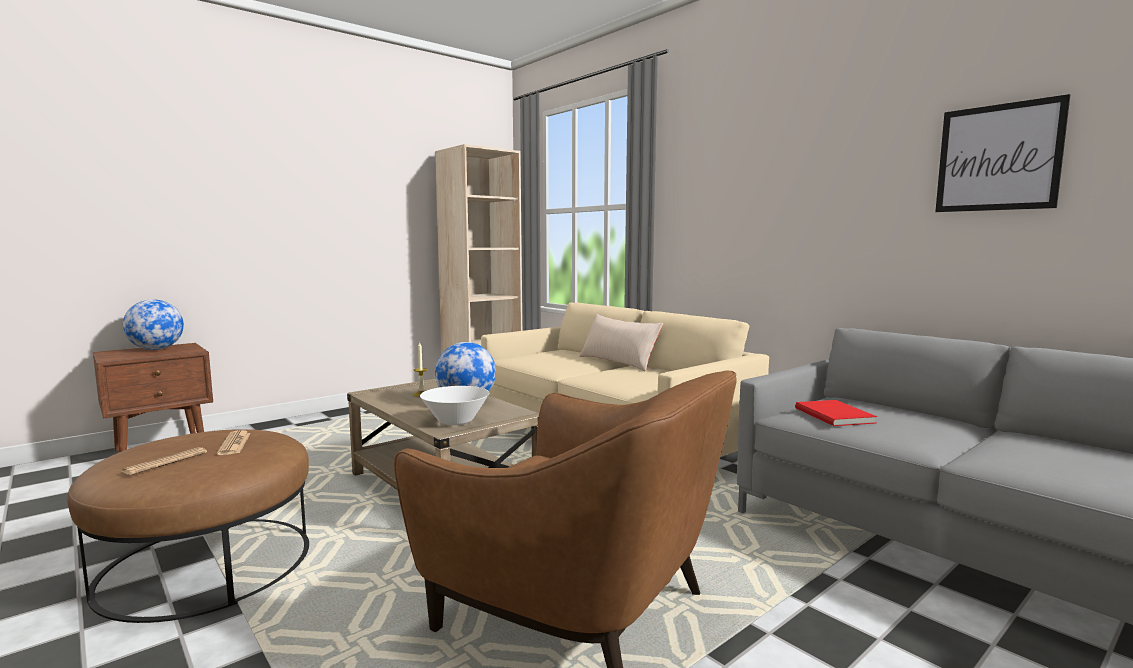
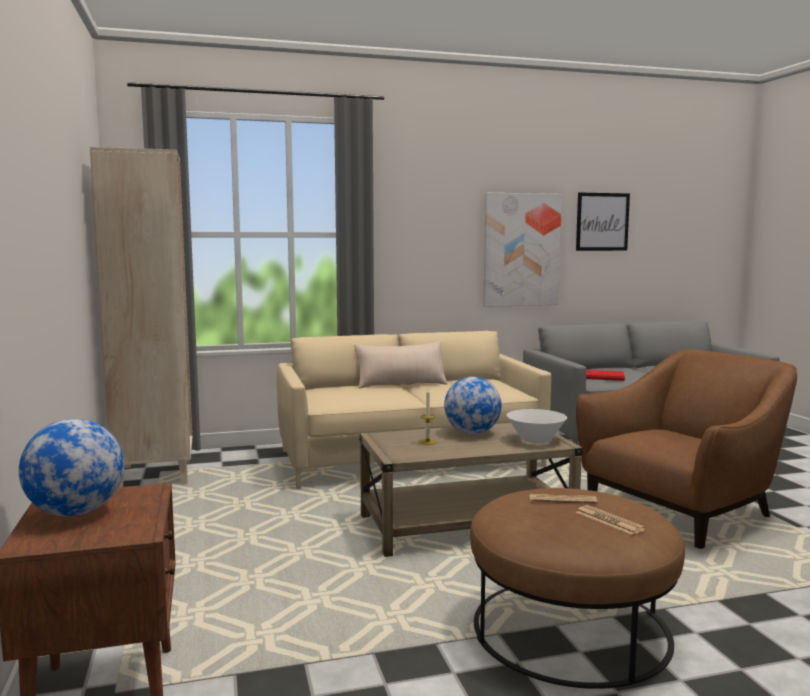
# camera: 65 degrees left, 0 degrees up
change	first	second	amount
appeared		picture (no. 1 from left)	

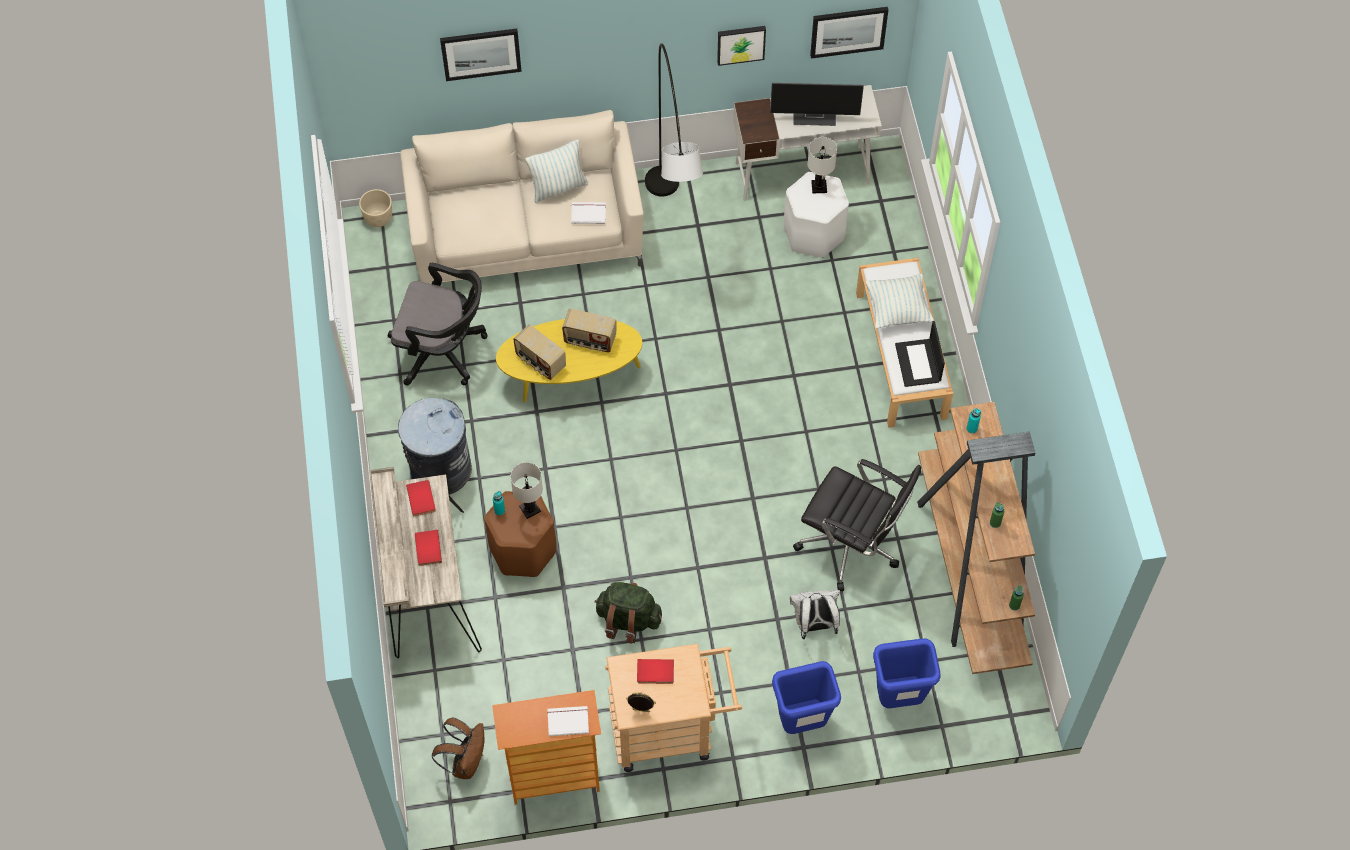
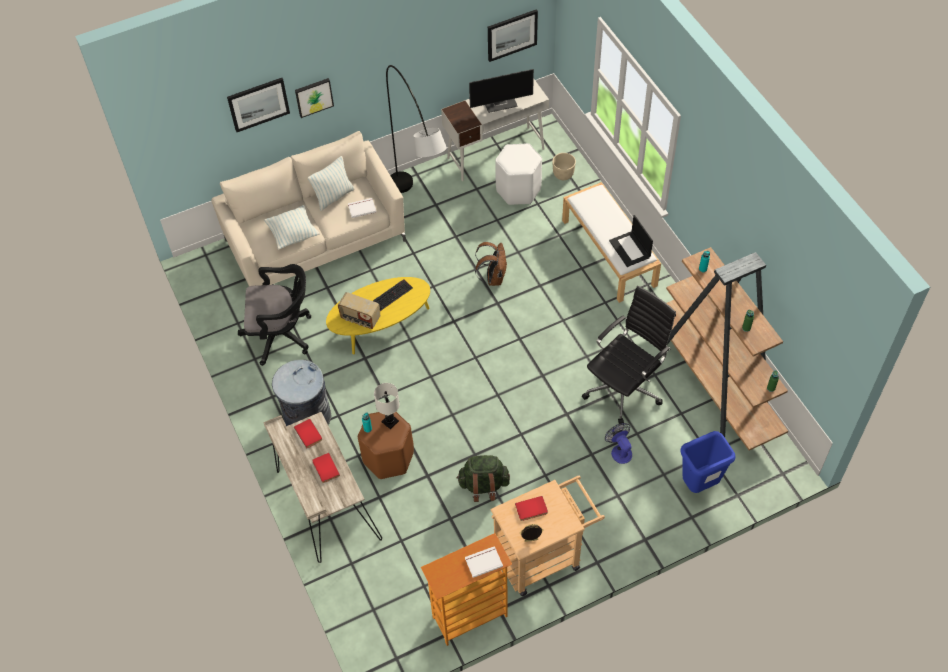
# camera: 15 degrees left, 5 degrees down
change	first	second	amount
missing	trash can/bluish (no. 1 from left)		
missing	table lamp/white (no. 2 from left)		
relocated	flower pot/beige		
relocated	rucksack/brown		
relocated	picture (no. 2 from left)		
relocated	cushion (no. 2 from left in the first image)	cushion (no. 1 from left)	
exchanged	radio (no. 2 from left)	keyboard	
exchanged	rucksack/white	electric fan	
spun	desk chair/black (no. 2 from left)		60 degrees counterclockwise

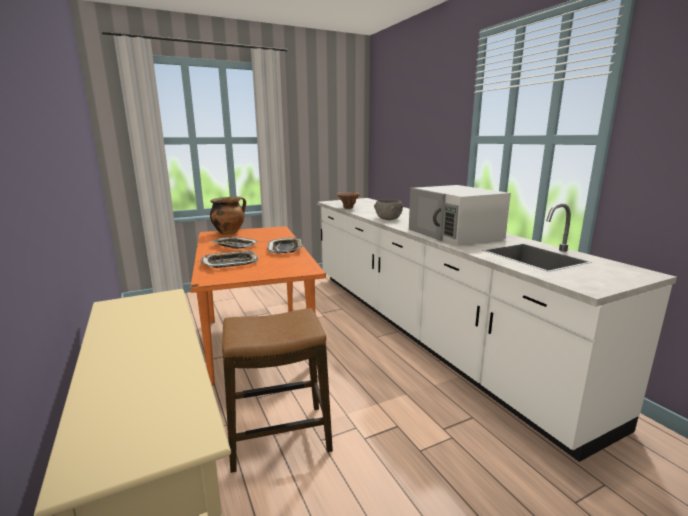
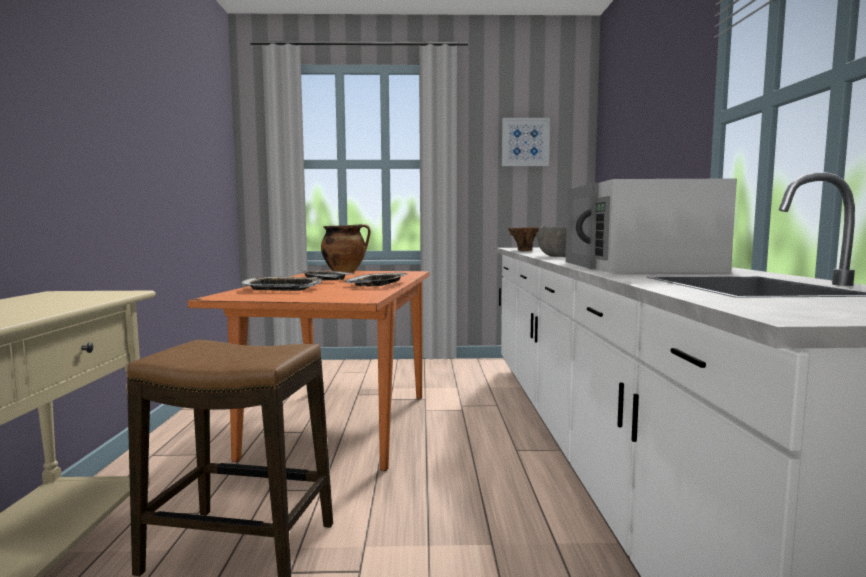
# camera: 25 degrees right, 10 degrees down
change	first	second	amount
appeared		picture	

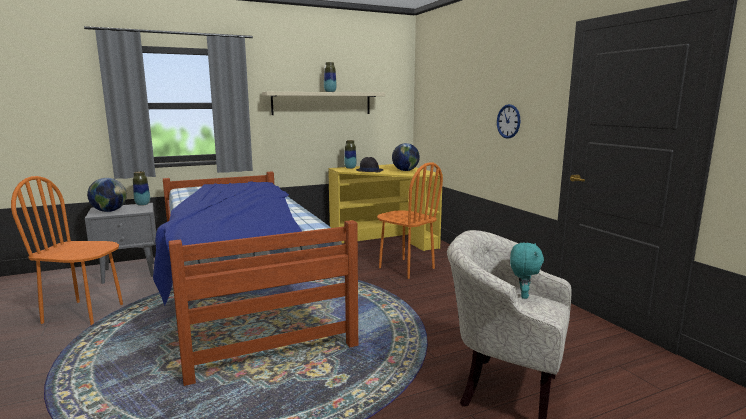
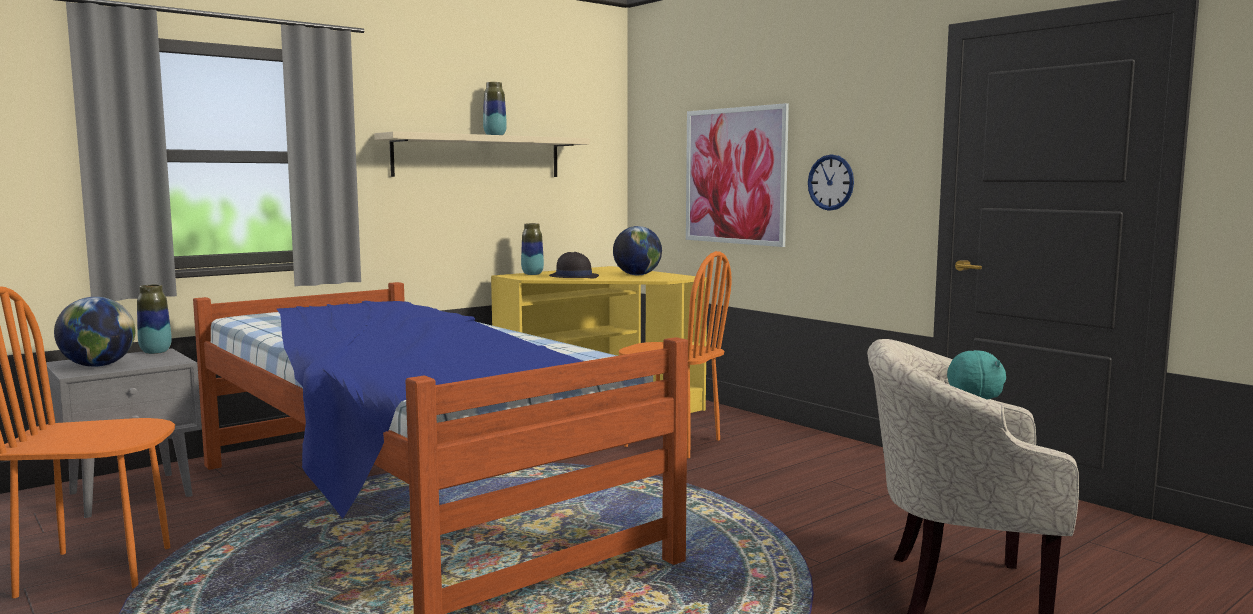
# camera: 15 degrees left, 5 degrees down
change	first	second	amount
appeared		picture	

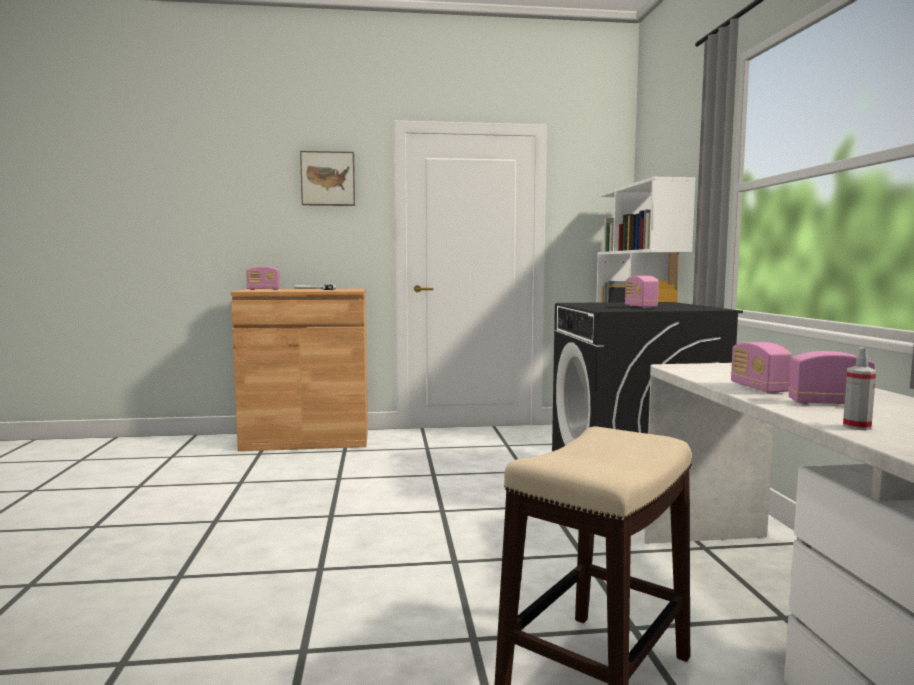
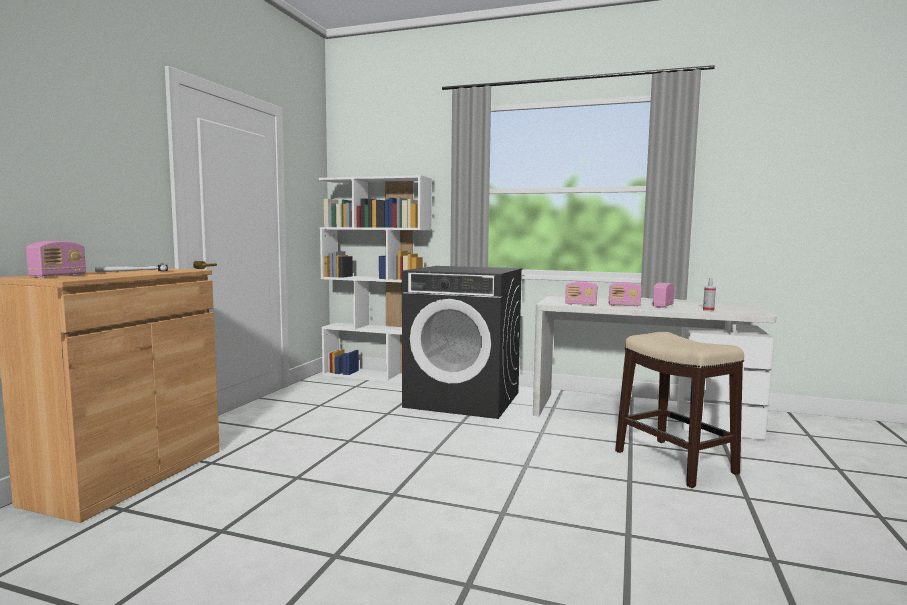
# camera: 65 degrees left, 0 degrees up
change	first	second	amount
missing	picture		
relocated	radio (no. 2 from left)		

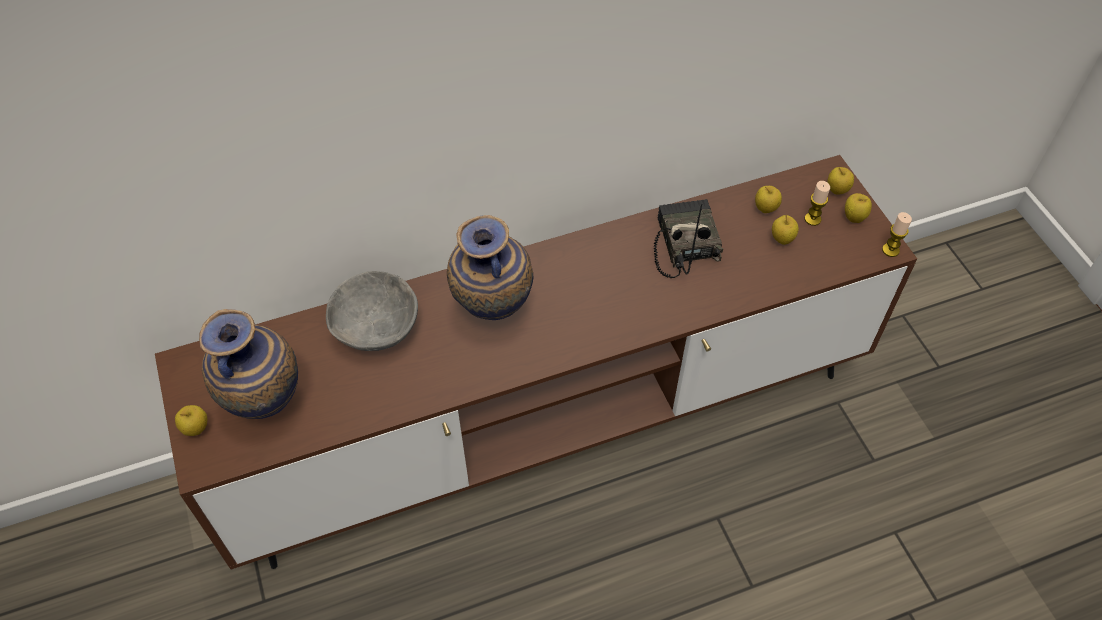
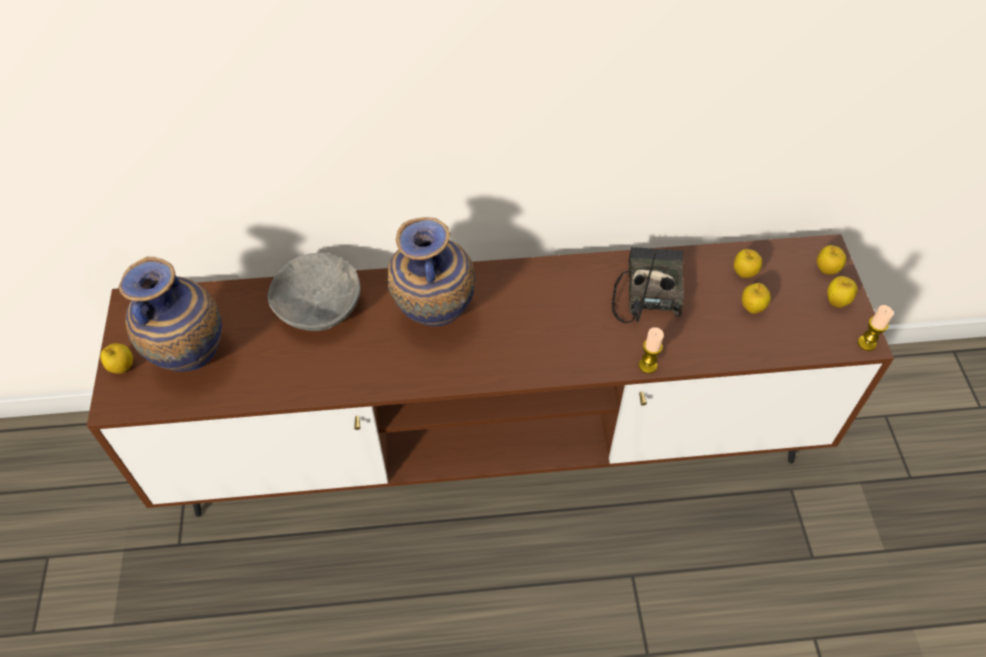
# camera: 15 degrees right, 0 degrees up
change	first	second	amount
relocated	candle (no. 1 from left)		

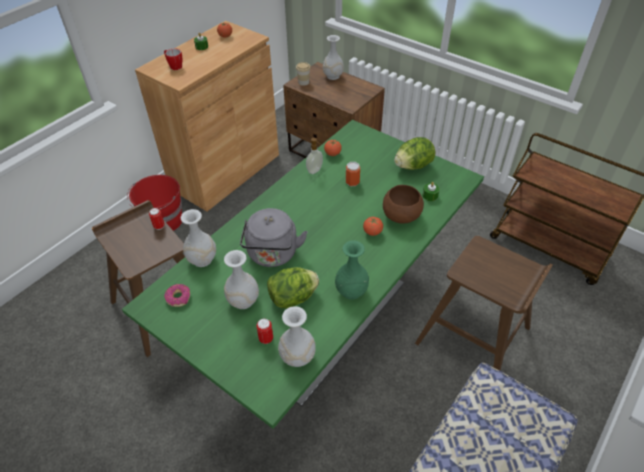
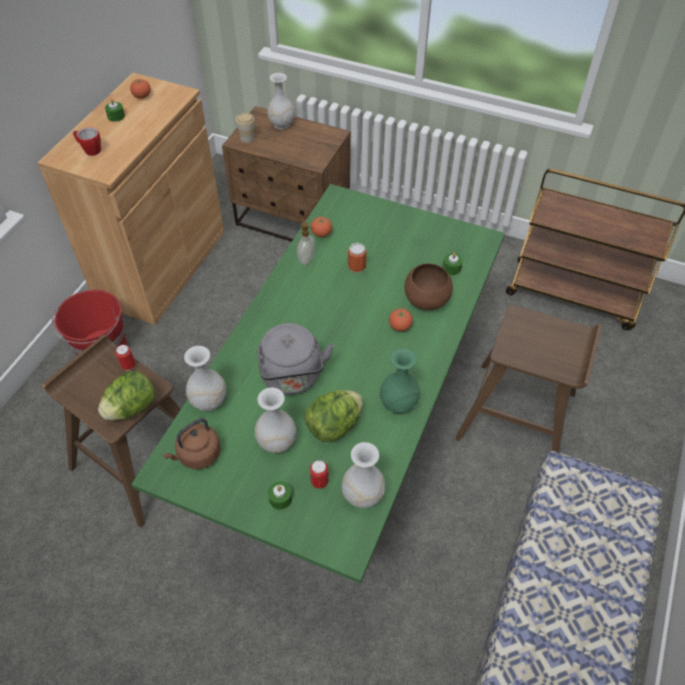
# camera: 15 degrees left, 5 degrees up
change	first	second	amount
appeared		candle/greenish (no. 2 from left)	
relocated	head of lettuce (no. 2 from left in the first image)	head of lettuce (no. 1 from left)	
exchanged	doughnut	tea kettle/brown	

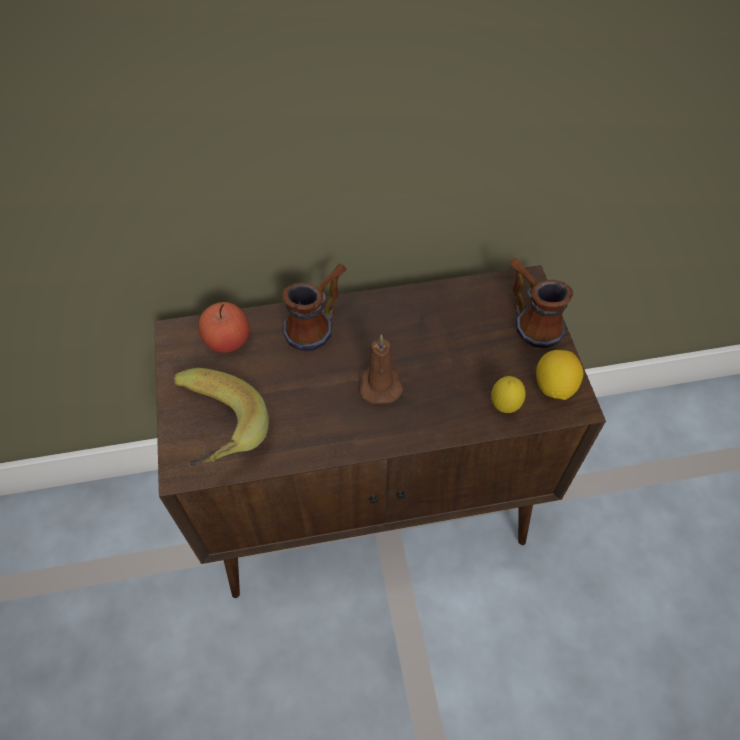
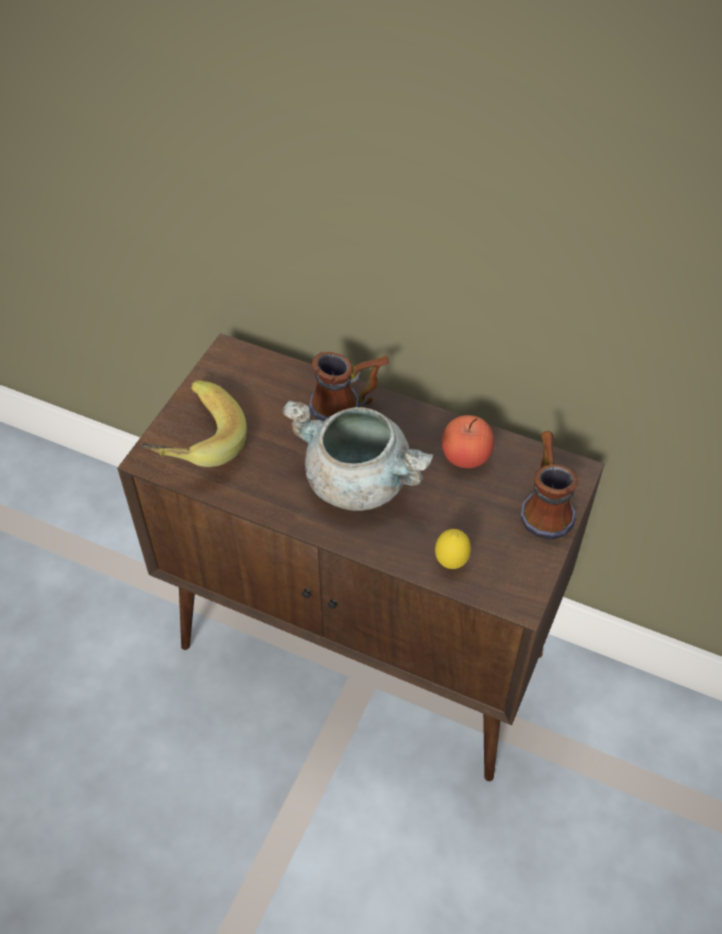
# camera: 35 degrees right, 5 degrees down
change	first	second	amount
missing	whole lemon (no. 2 from left)		
relocated	whole apple		
exchanged	candle/brown	stockpot/greyish	

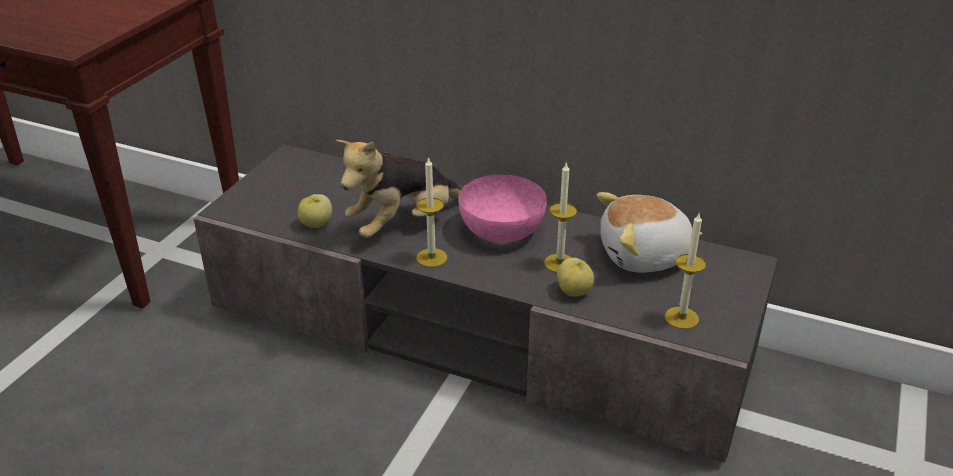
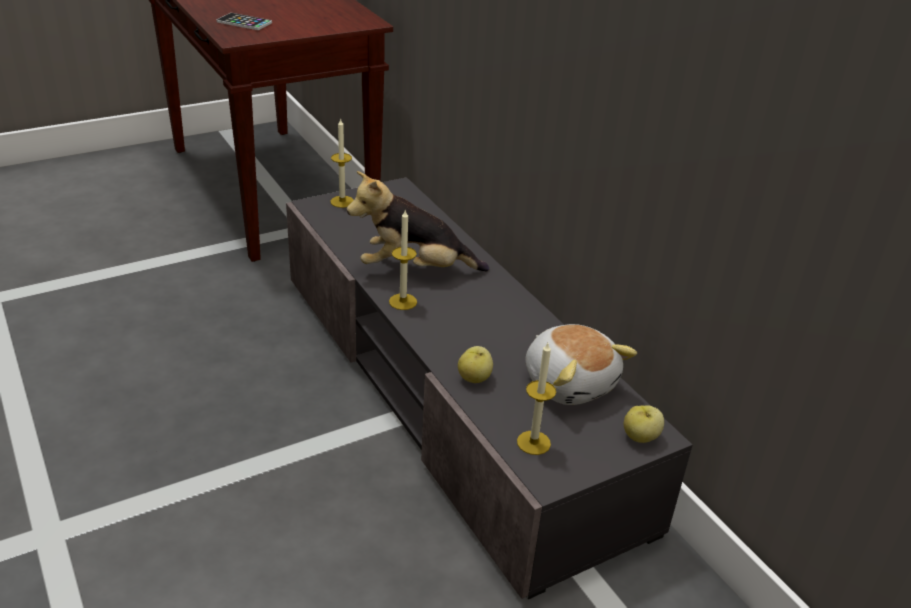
# camera: 35 degrees right, 0 degrees up
change	first	second	amount
missing	deep dish/pink-coloured		
appeared		handset	
relocated	whole apple (no. 1 from left in the first image)	whole apple (no. 2 from left)	
relocated	candle (no. 2 from left in the first image)	candle (no. 1 from left)	
spun	plush toy (no. 2 from left)		150 degrees counterclockwise

